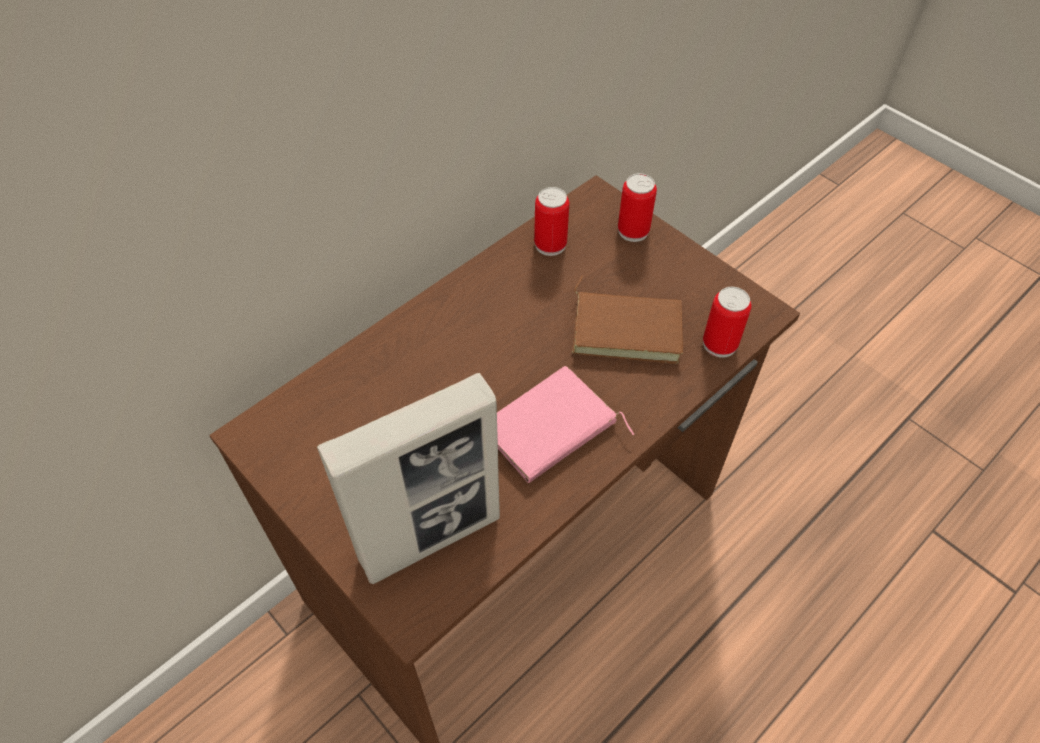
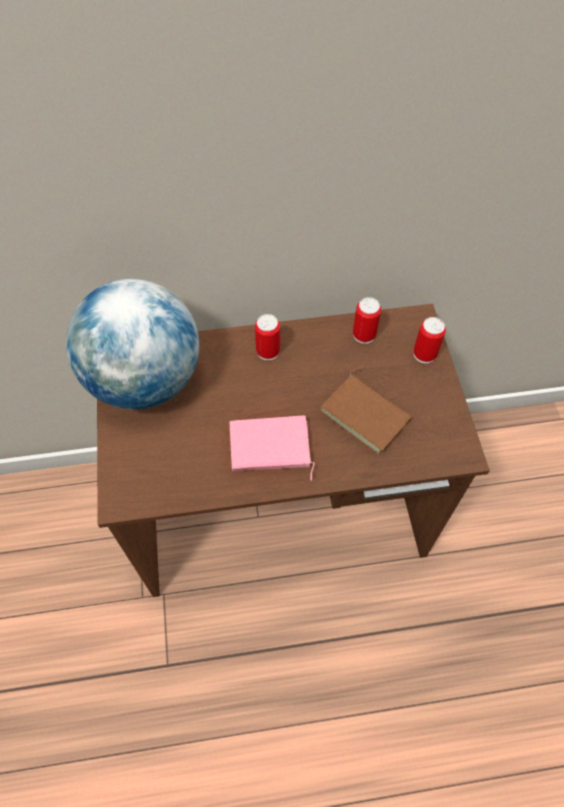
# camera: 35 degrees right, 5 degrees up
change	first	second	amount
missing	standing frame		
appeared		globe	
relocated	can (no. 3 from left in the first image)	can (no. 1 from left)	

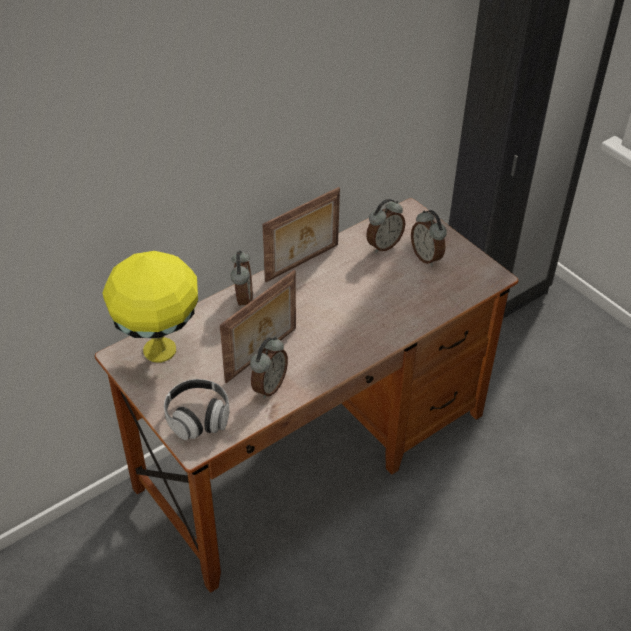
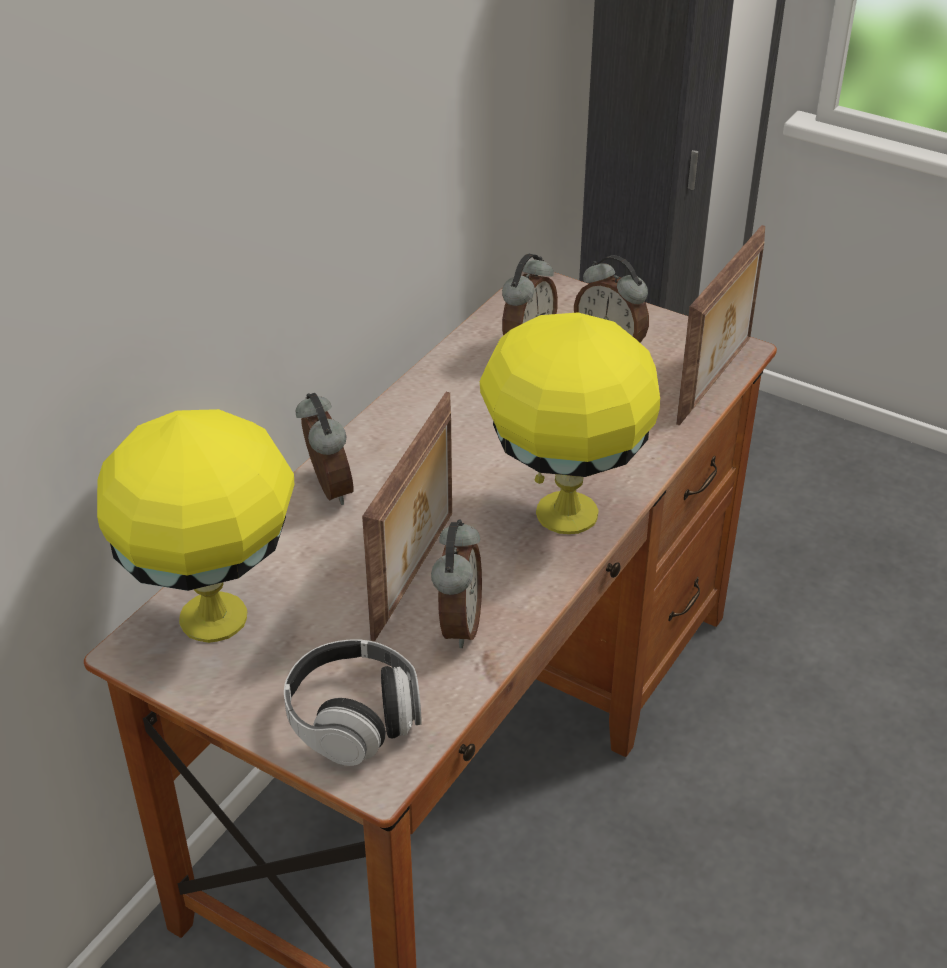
# camera: 20 degrees left, 5 degrees down
change	first	second	amount
appeared		table lamp/yellow-coloured (no. 2 from left)	
relocated	standing frame (no. 2 from left)		

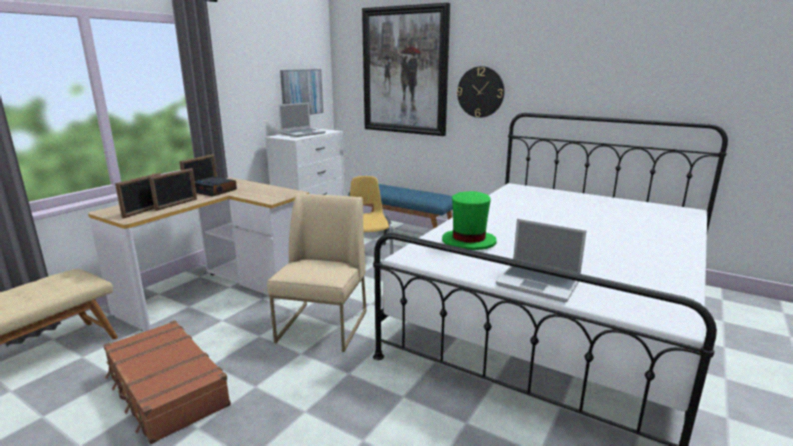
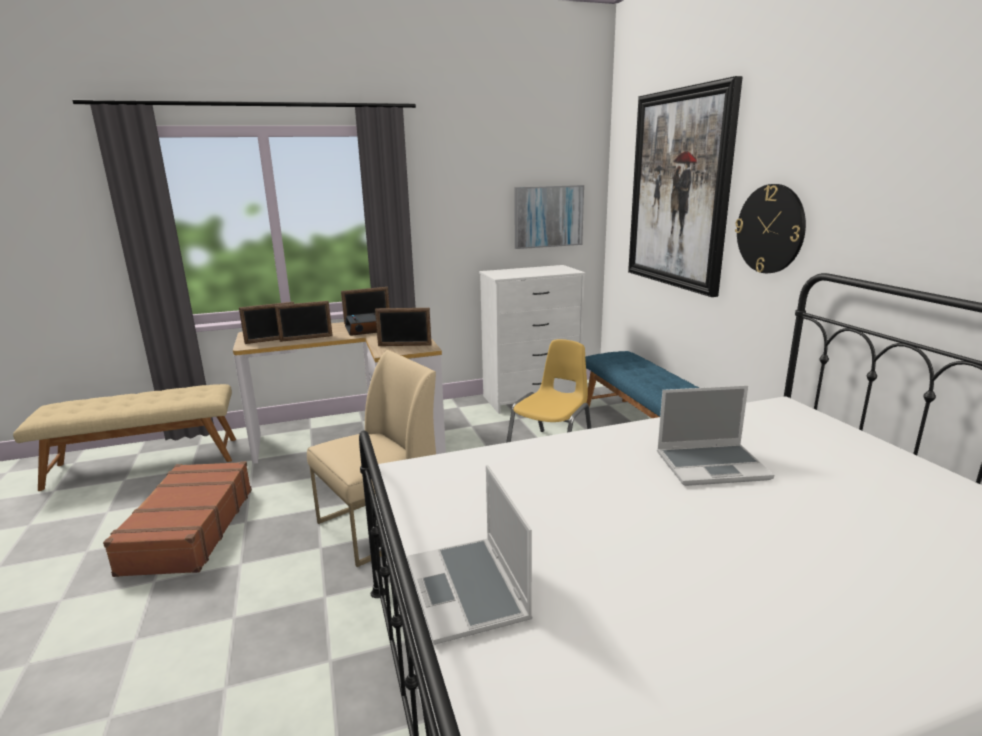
# camera: 40 degrees right, 0 degrees up
change	first	second	amount
missing	hat/greenish		
appeared		standing frame (no. 4 from left)	
relocated	laptop (no. 1 from left in the first image)	laptop (no. 2 from left)	

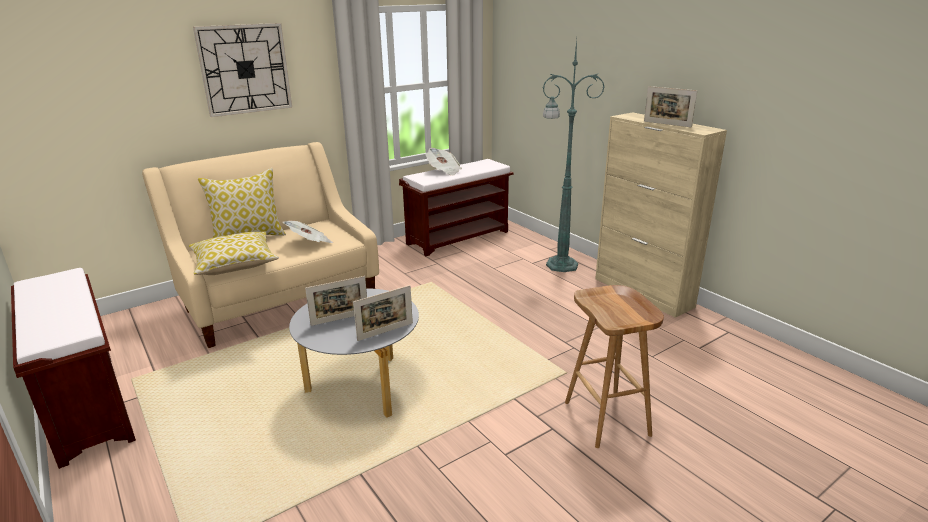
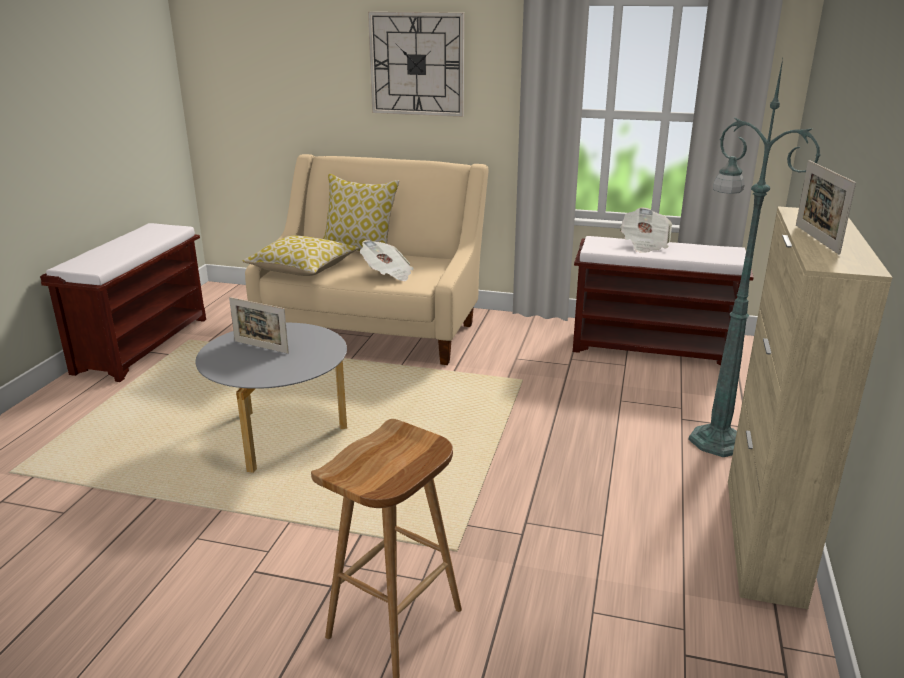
# camera: 50 degrees right, 0 degrees up
change	first	second	amount
missing	standing frame (no. 2 from left)		

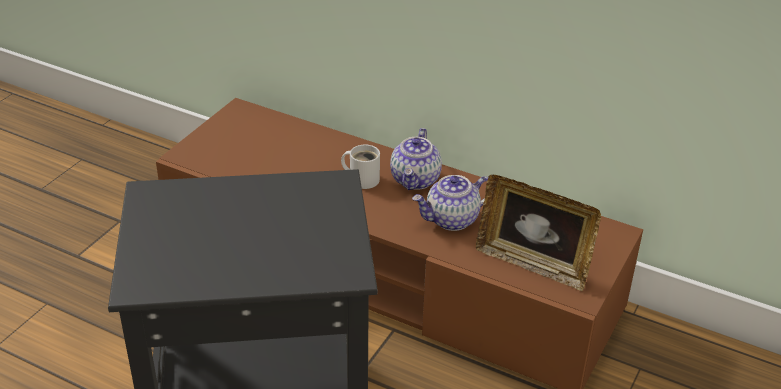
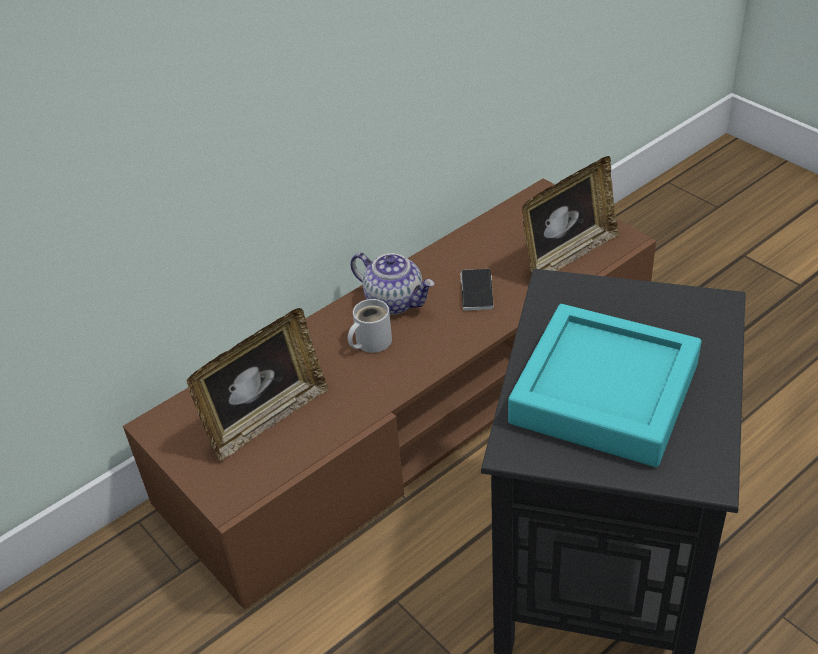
# camera: 65 degrees left, 5 degrees up
change	first	second	amount
appeared		standing frame (no. 1 from left)	
appeared		tray/blue-green	
exchanged	pot for tea (no. 2 from left)	handset	

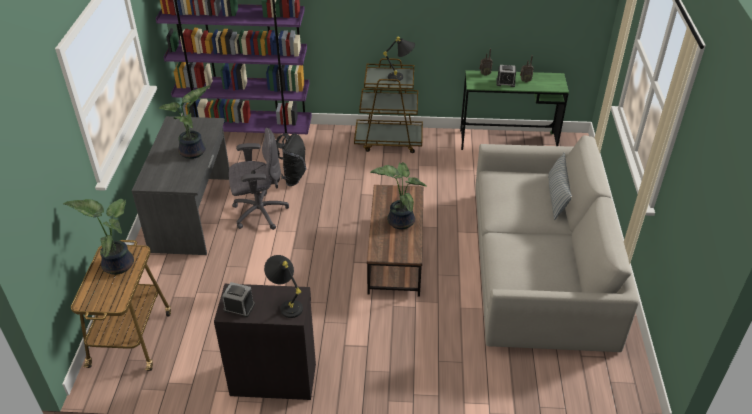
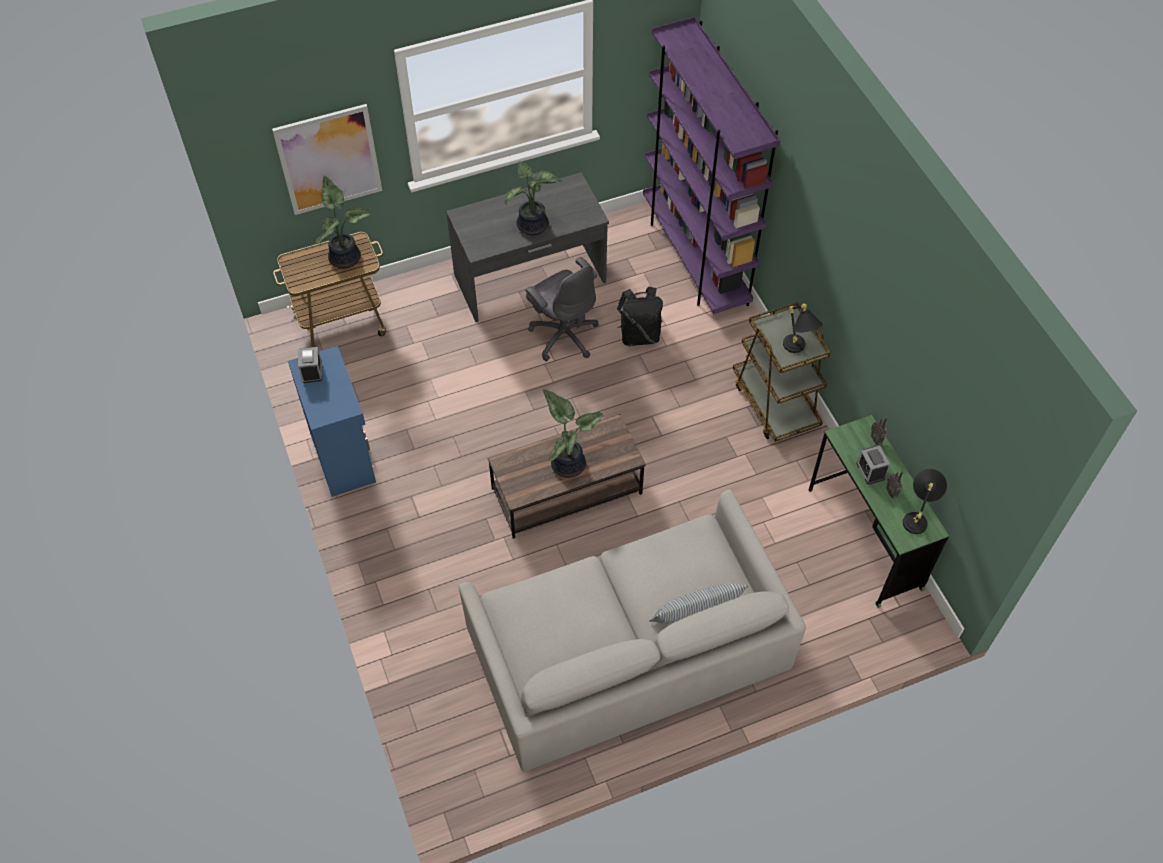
# camera: 65 degrees right, 15 degrees up
change	first	second	amount
appeared		picture	
relocated	table lamp/black (no. 1 from left in the first image)	table lamp/black (no. 2 from left)	
colour	storage cabinet/black	storage cabinet/bluish	

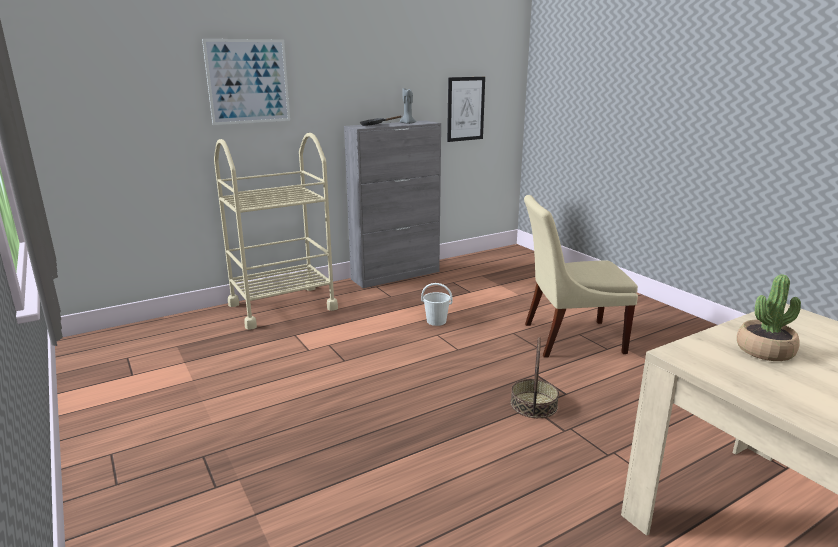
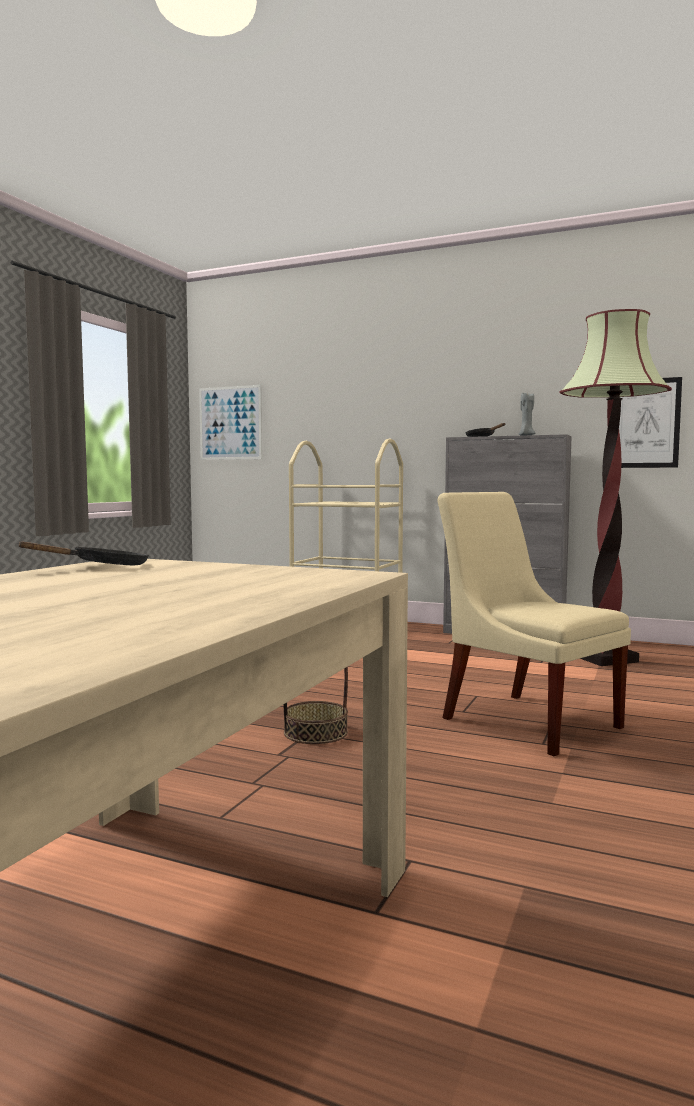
# camera: 55 degrees right, 15 degrees down
change	first	second	amount
missing	water bucket/white		
missing	plant in a pot		
appeared		frying pan/black (no. 1 from left)	
appeared		standing lamp	
relocated	picture (no. 1 from left)		

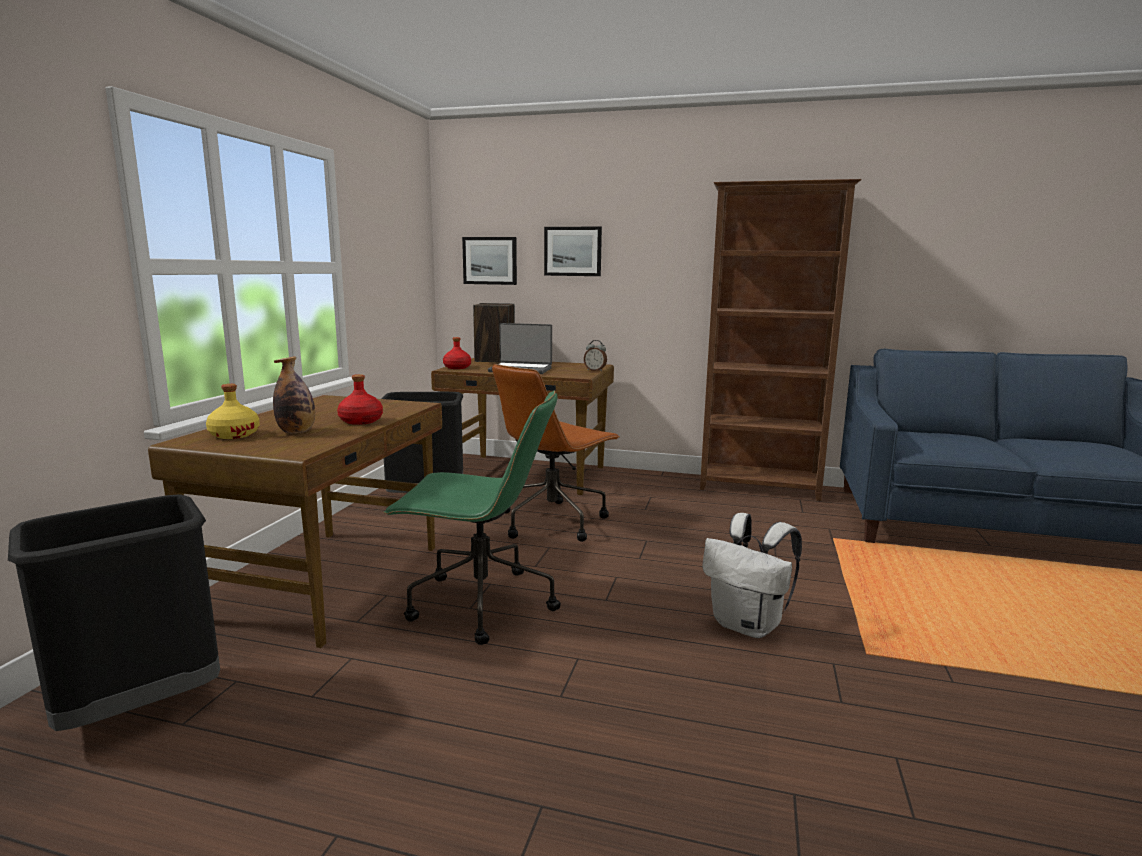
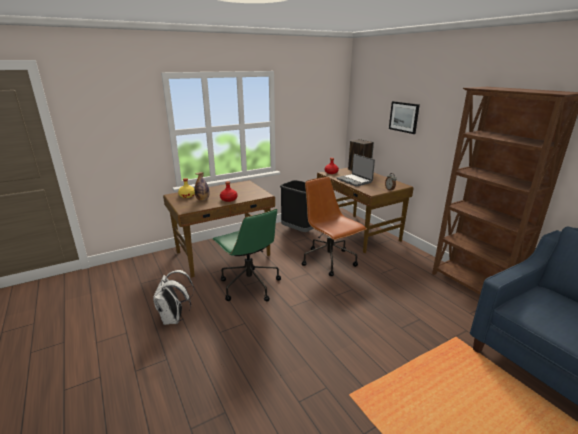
# camera: 45 degrees right, 10 degrees up
change	first	second	amount
missing	trash can/black (no. 1 from left)		
missing	picture (no. 1 from left)		
relocated	rucksack/white		
spun	desk chair/brown		60 degrees clockwise

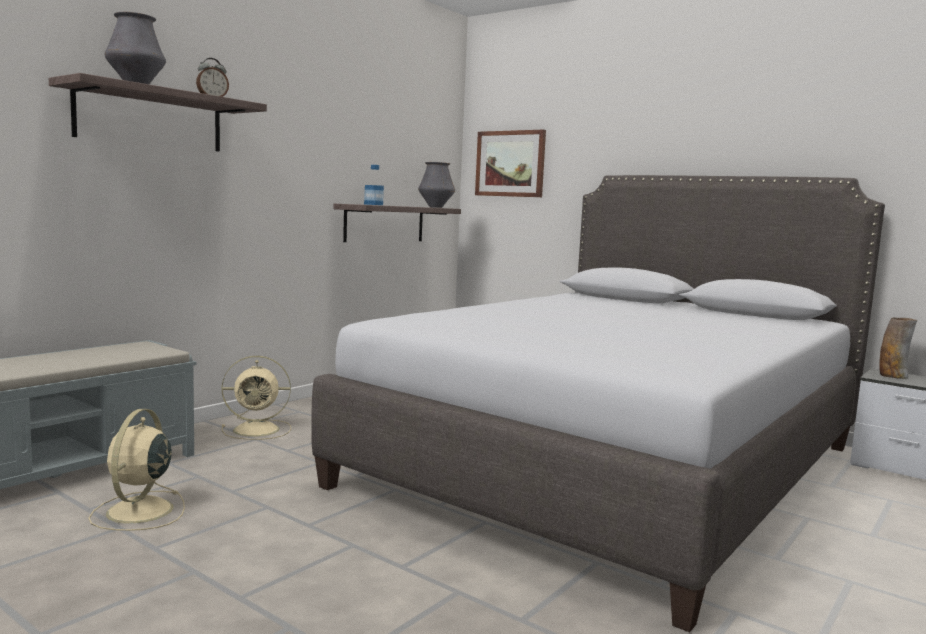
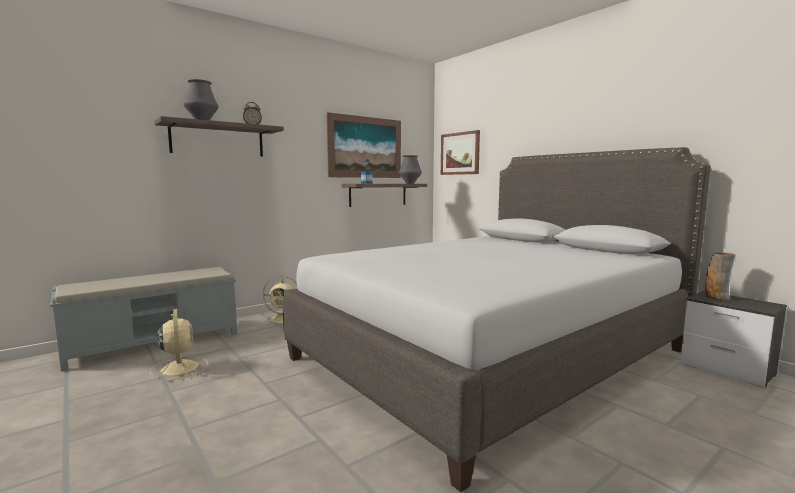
# camera: 15 degrees right, 0 degrees up
change	first	second	amount
appeared		picture (no. 1 from left)	
spun	electric fan/beige (no. 1 from left)		135 degrees clockwise

